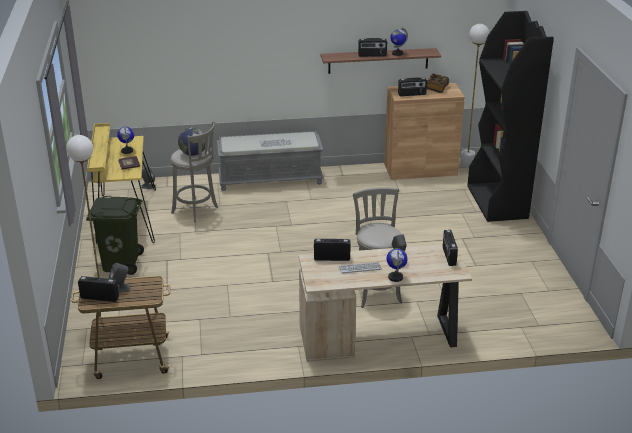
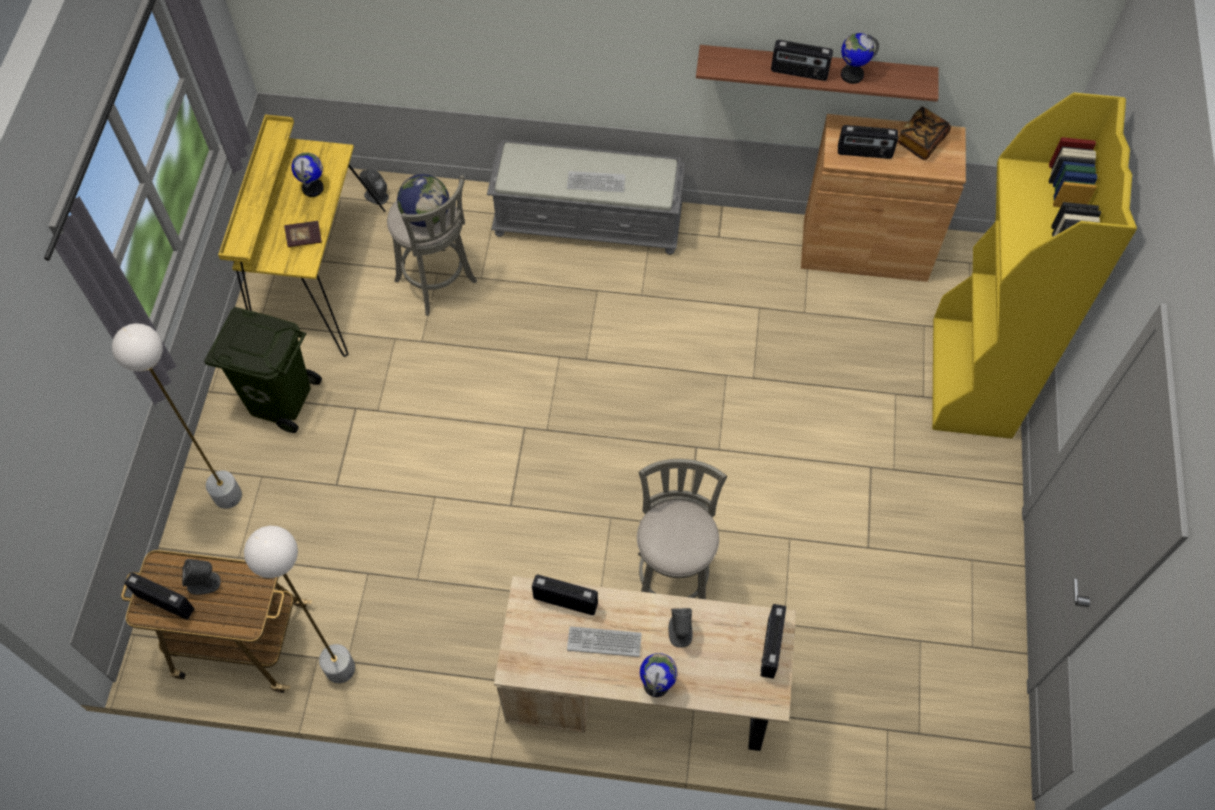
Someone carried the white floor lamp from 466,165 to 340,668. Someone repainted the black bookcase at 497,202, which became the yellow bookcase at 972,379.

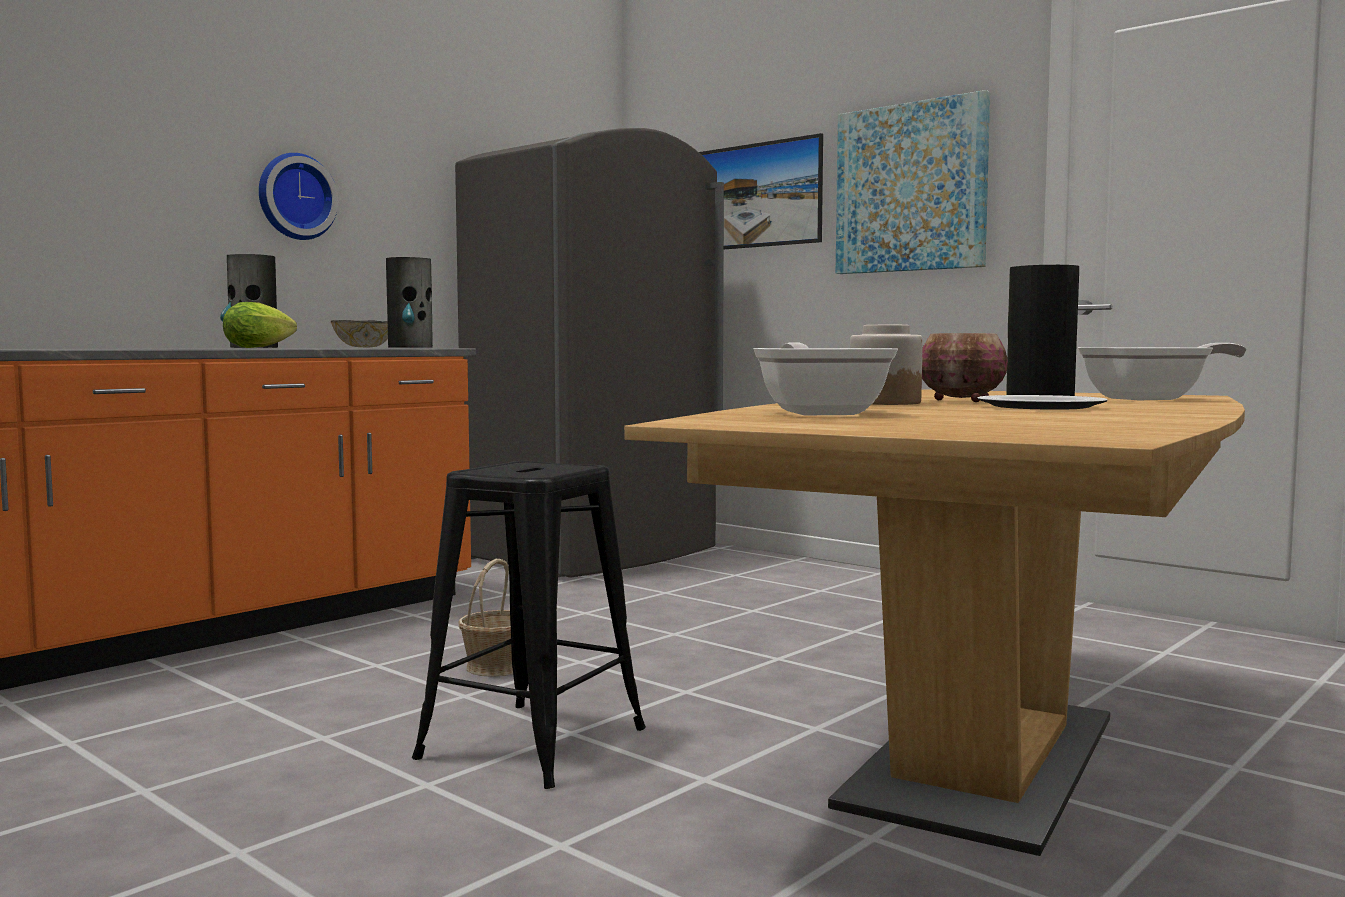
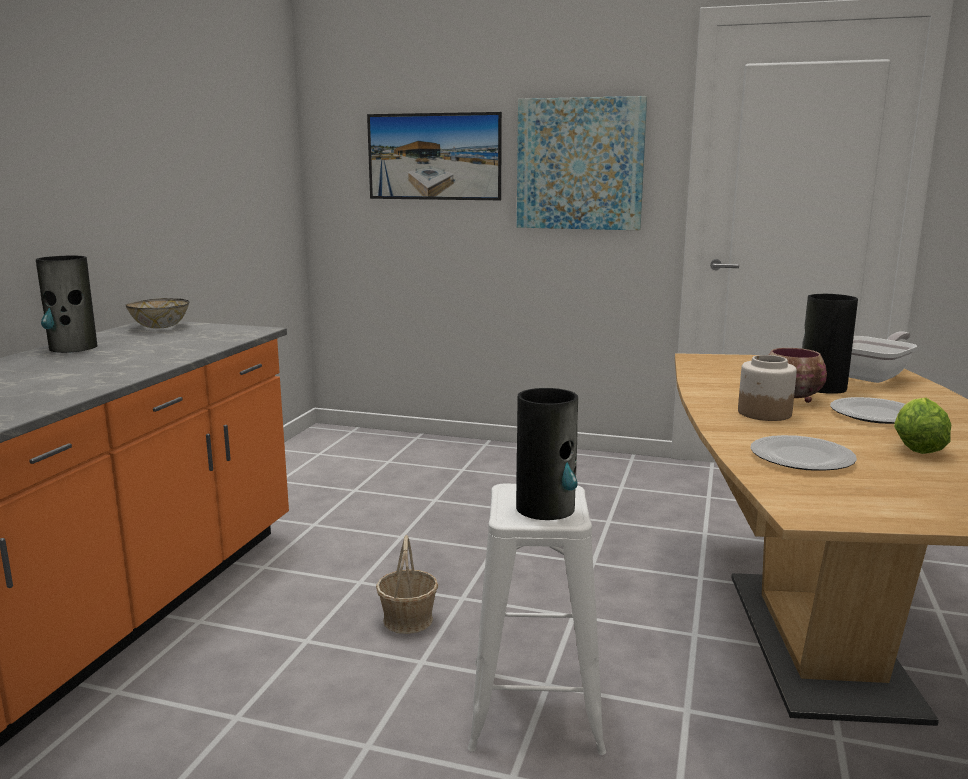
Someone repainted the black stool at 532,744, which became the white stool at 535,706. Someone carried the vase from 411,347 to 546,508. Someone swapped the frying pan at 819,412 for the plate at 801,457. Someone carried the lettuce from 262,348 to 916,446. Someone took away the wall clock at 295,197. Someone took away the grey fridge at 595,555.

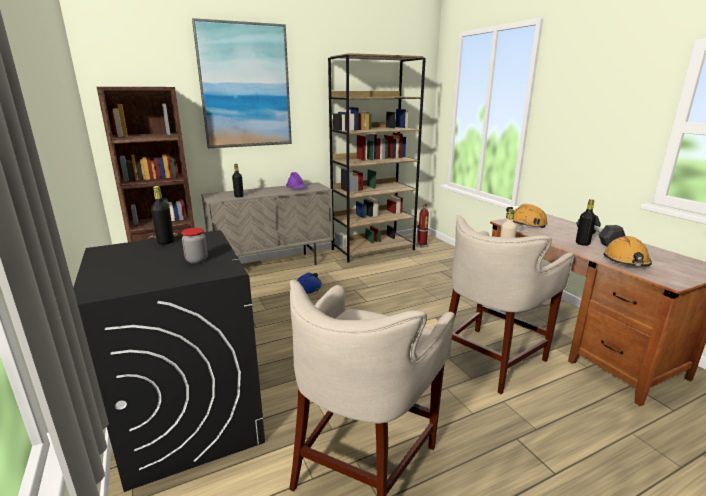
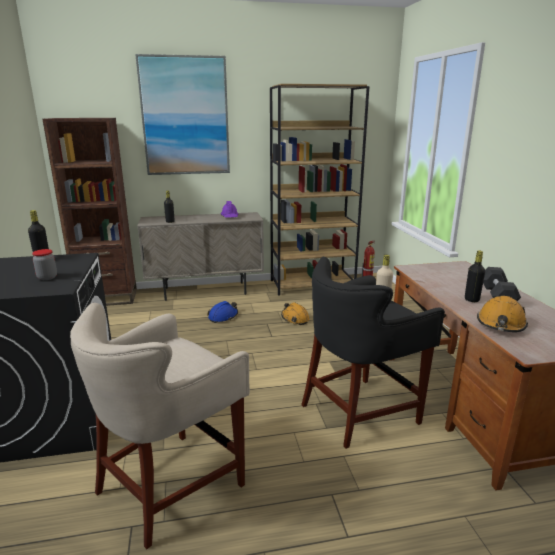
Someone carried the orange hard hat from 525,223 to 295,318. Someone repainted the beige stool at 491,359, which became the black stool at 360,412.

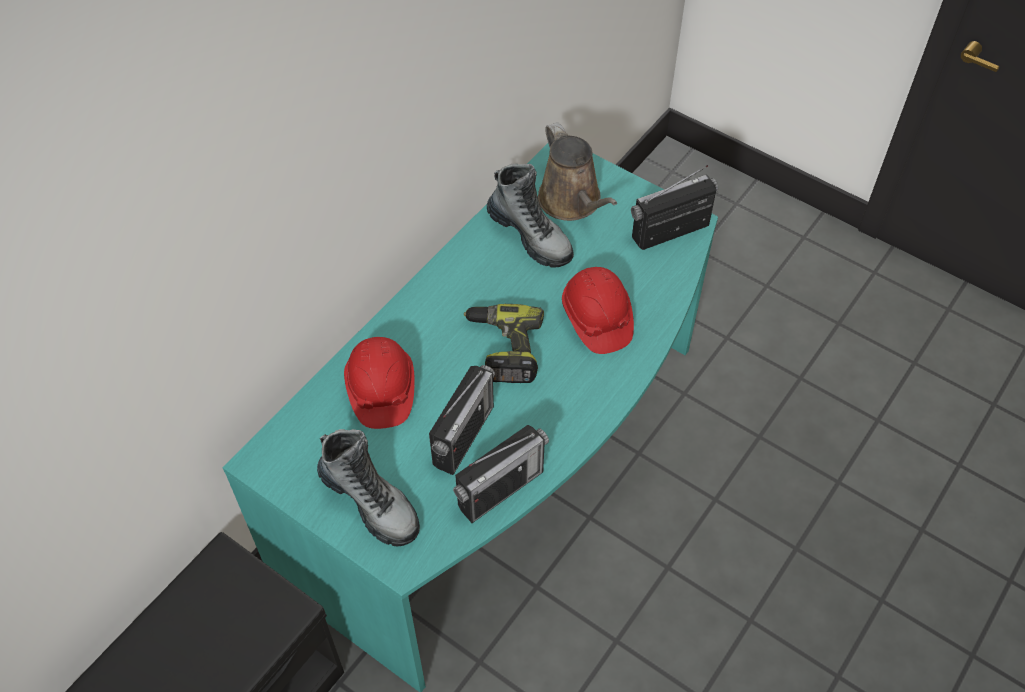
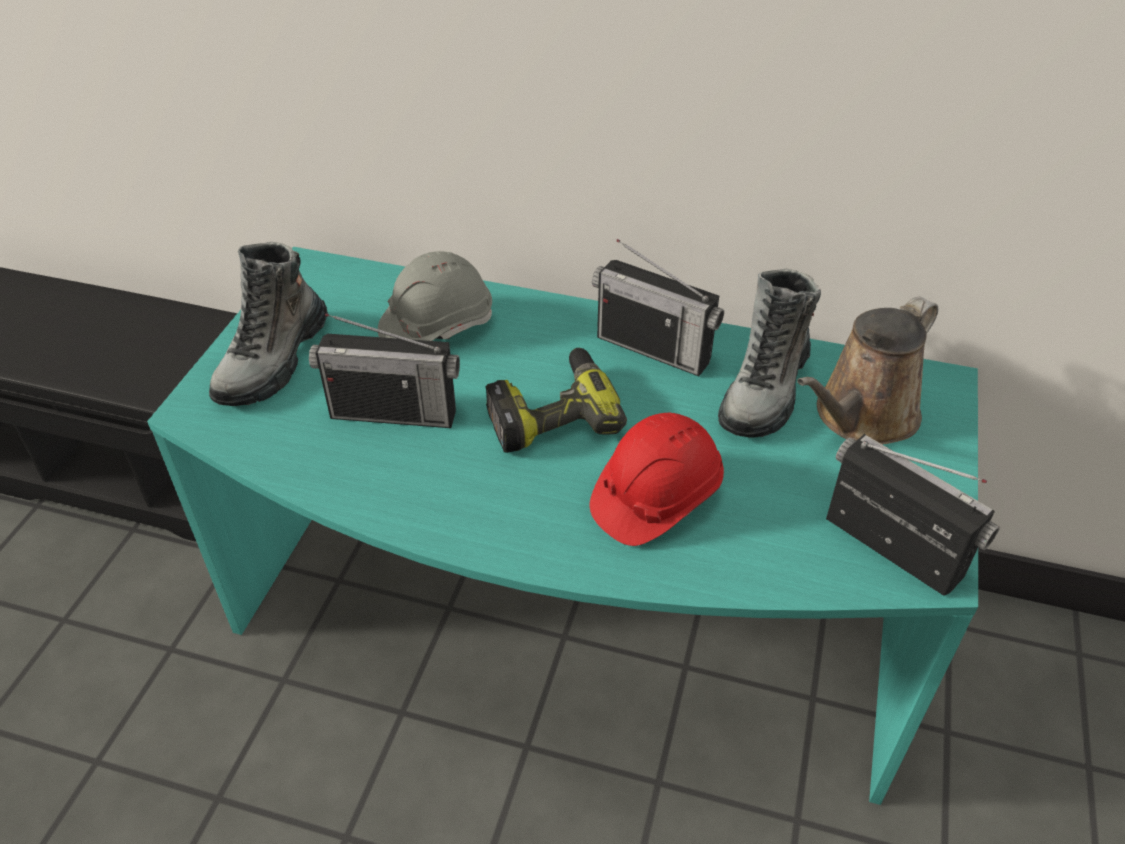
Someone repainted the red hard hat at 381,391, which became the grey hard hat at 436,326. Someone carried the radio from 500,489 to 653,348.

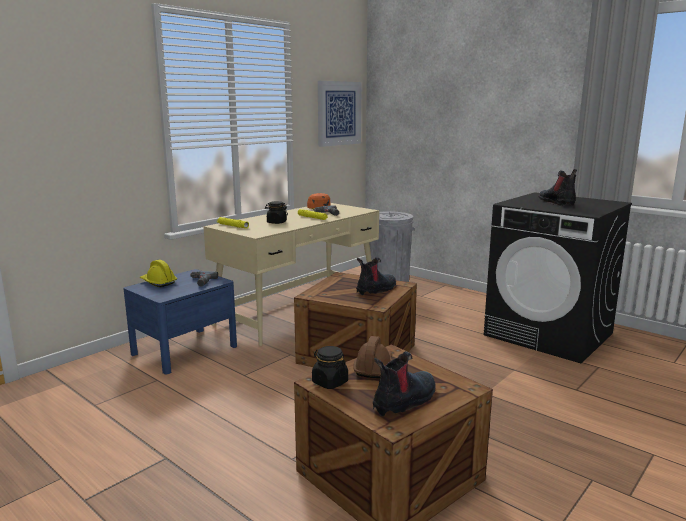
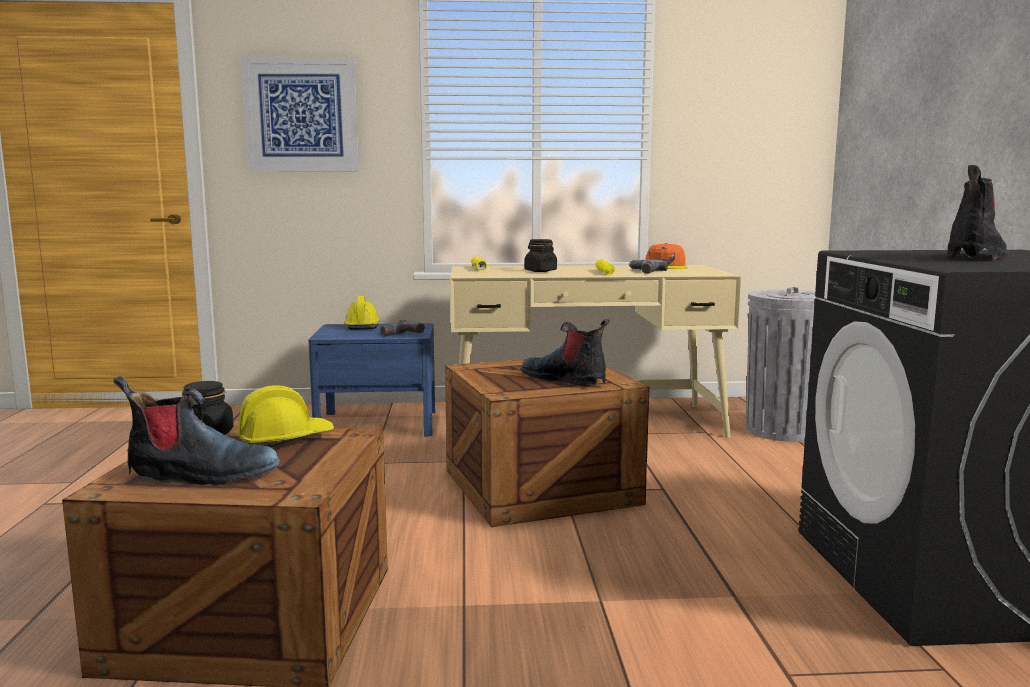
Someone repainted the brown hard hat at 374,367, which became the yellow hard hat at 285,440. Someone carried the picture from 339,113 to 301,115. Someone rotated the boot at 376,289 by 135 degrees counterclockwise.

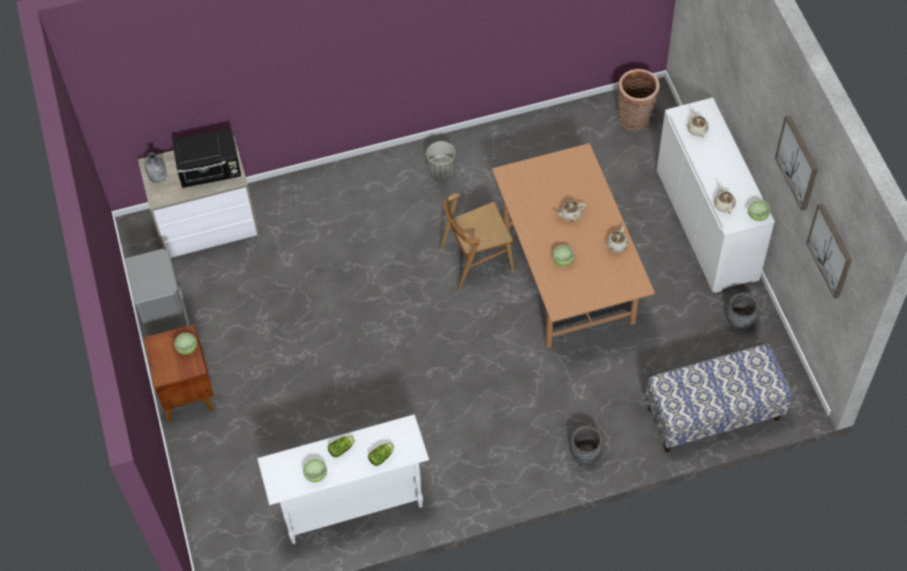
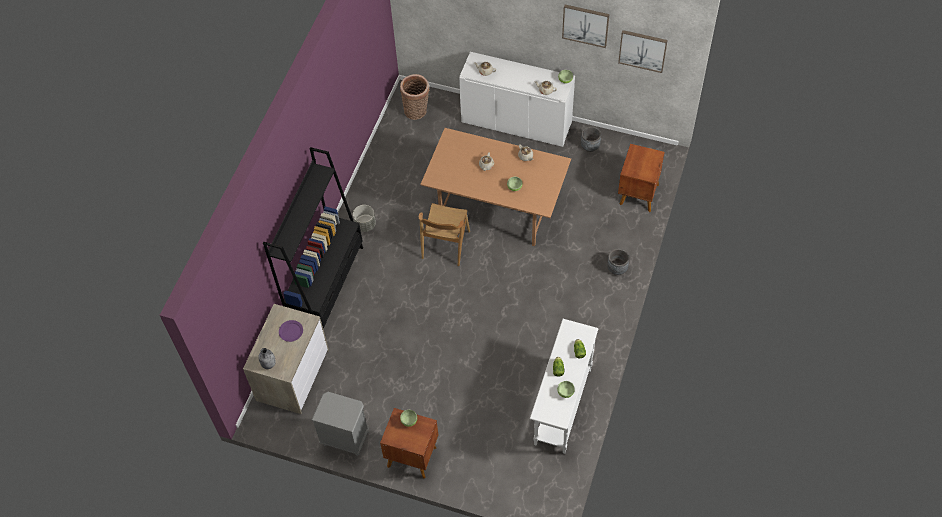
Someone put down the black bookcase at 327,287. Someone swapped the black microwave at 211,171 for the purple plate at 291,331. Someone swapped the bench at 713,414 for the brown nightstand at 638,194.

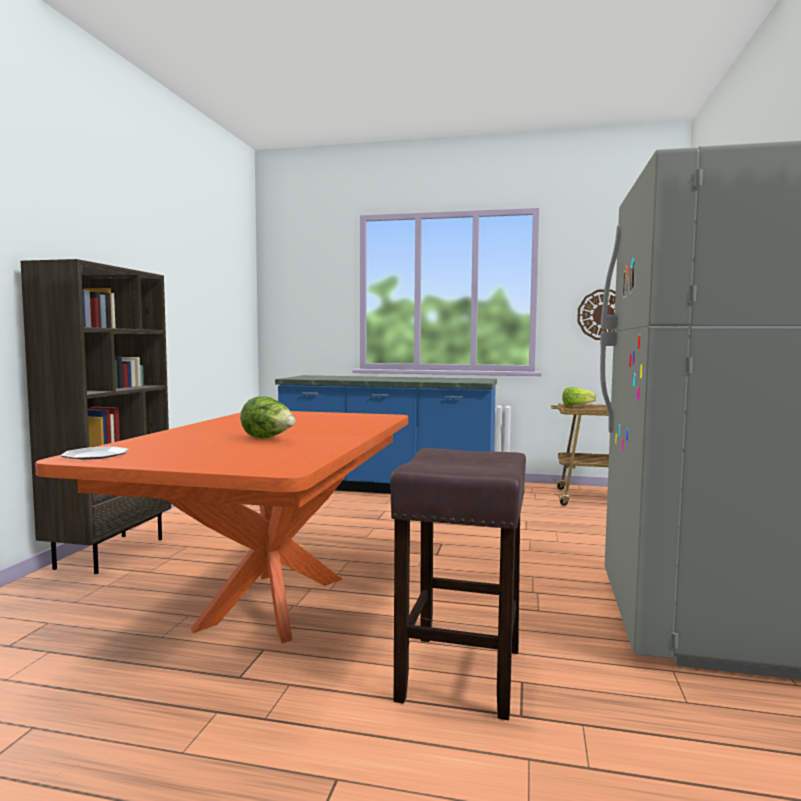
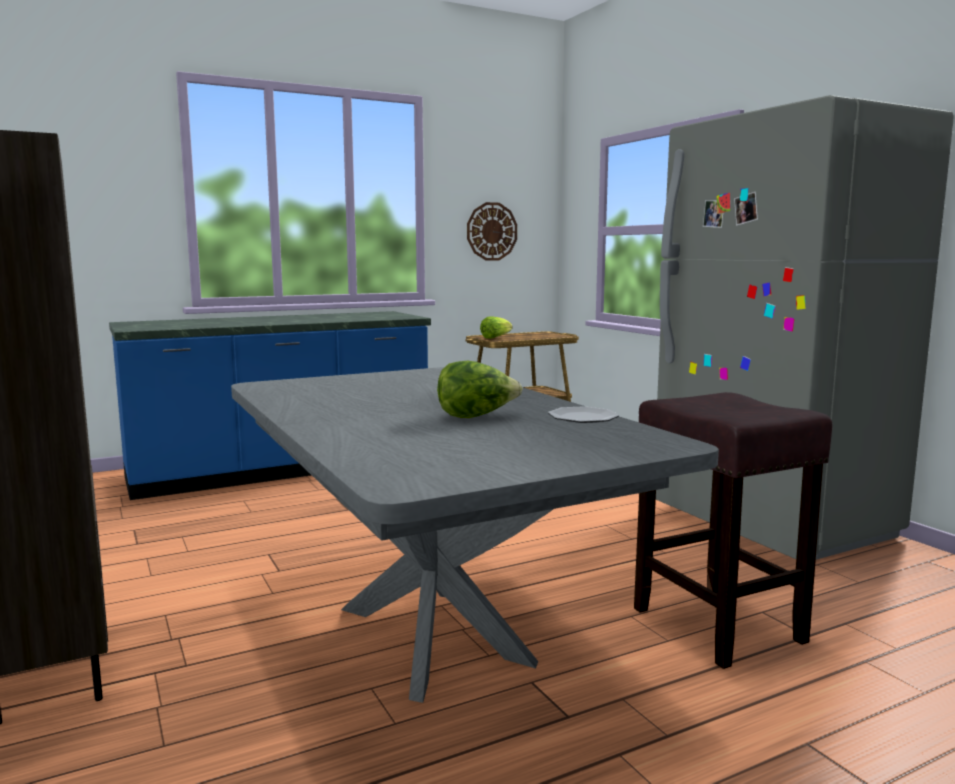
Someone repainted the orange dining table at 271,602, which became the grey dining table at 432,635. Someone carried the plate from 96,455 to 583,418.

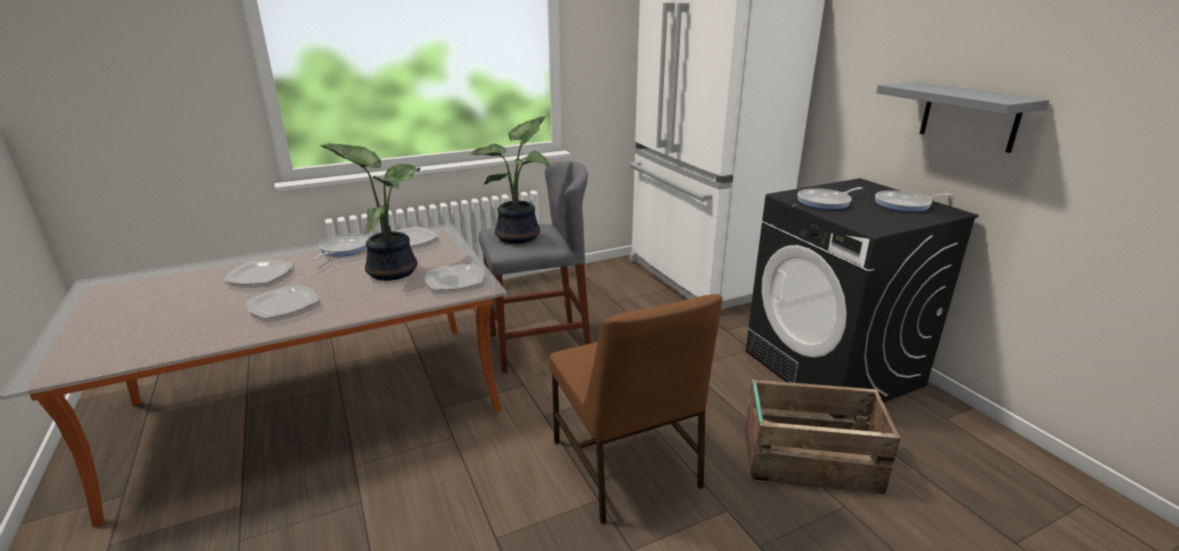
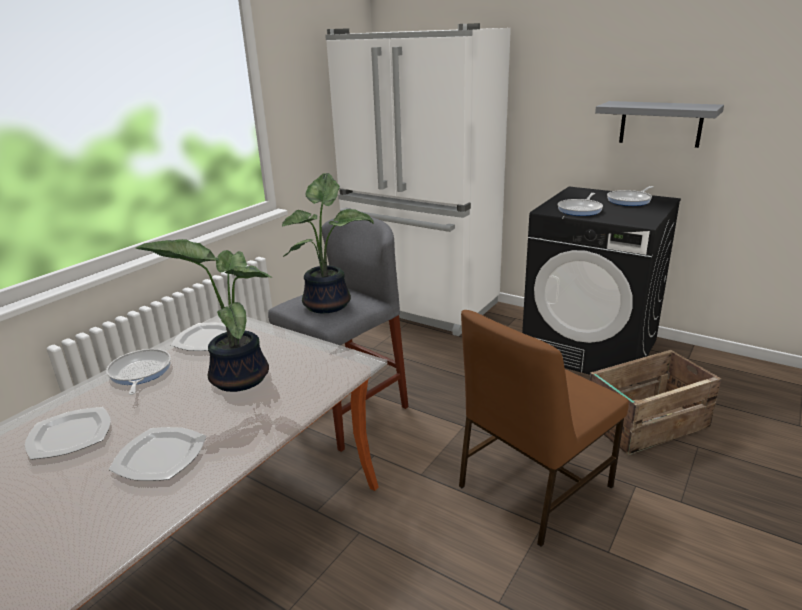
Someone rotated the brown chair at 625,466 by 105 degrees clockwise. Someone took away the plate at 455,280.

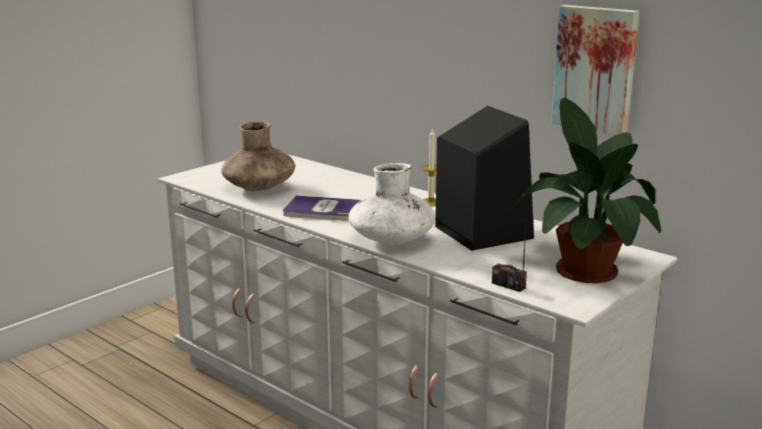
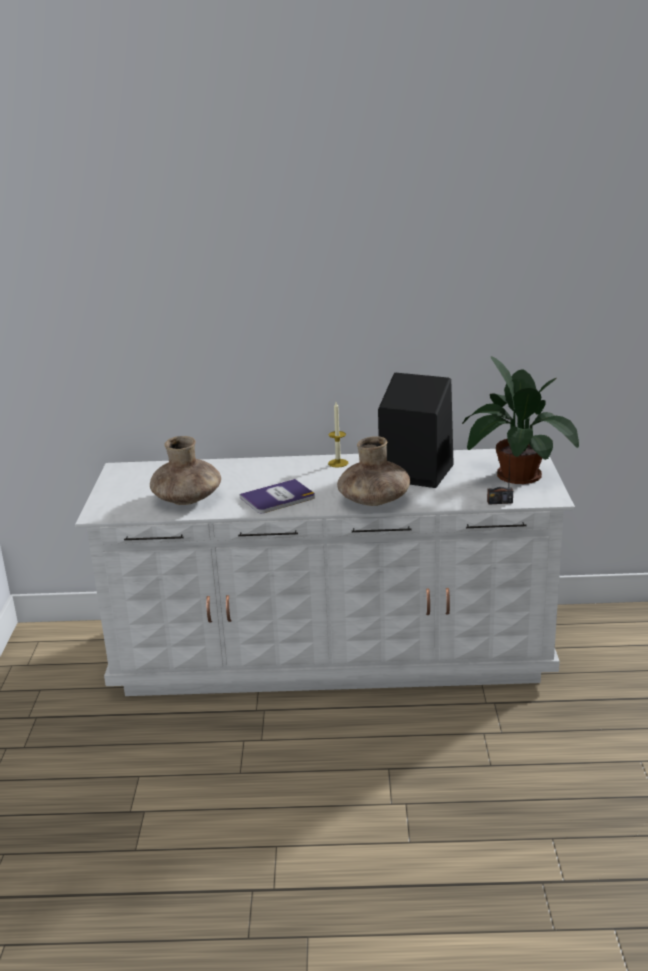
Someone repainted the white vase at 391,240, which became the brown vase at 373,501. Someone took away the picture at 596,69.

